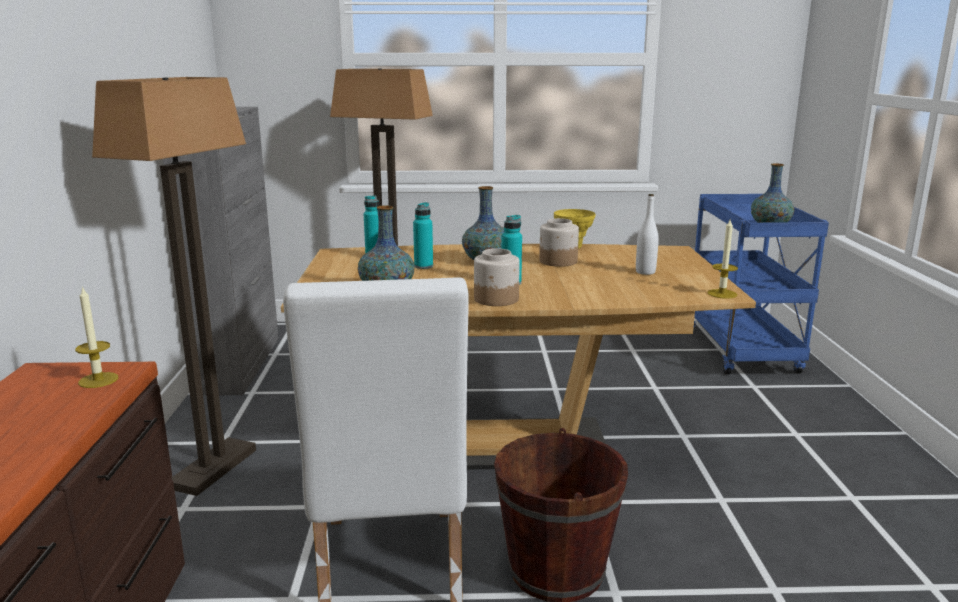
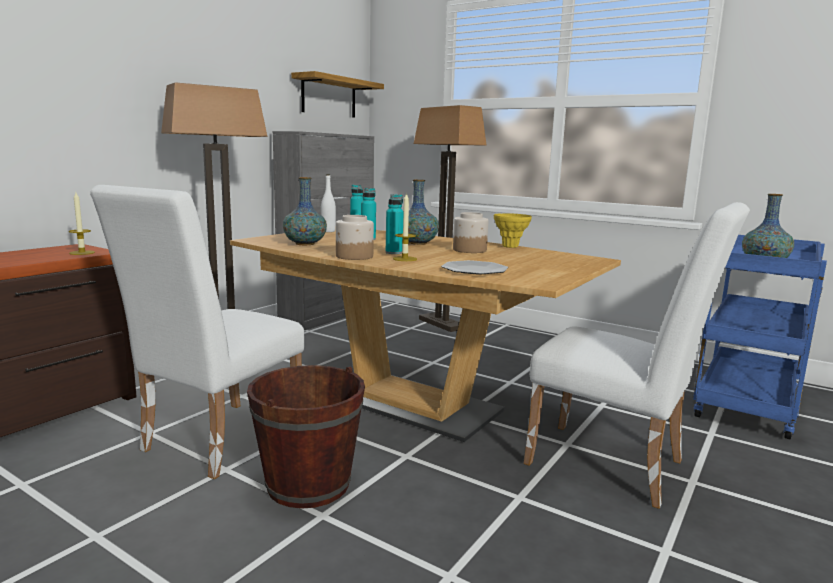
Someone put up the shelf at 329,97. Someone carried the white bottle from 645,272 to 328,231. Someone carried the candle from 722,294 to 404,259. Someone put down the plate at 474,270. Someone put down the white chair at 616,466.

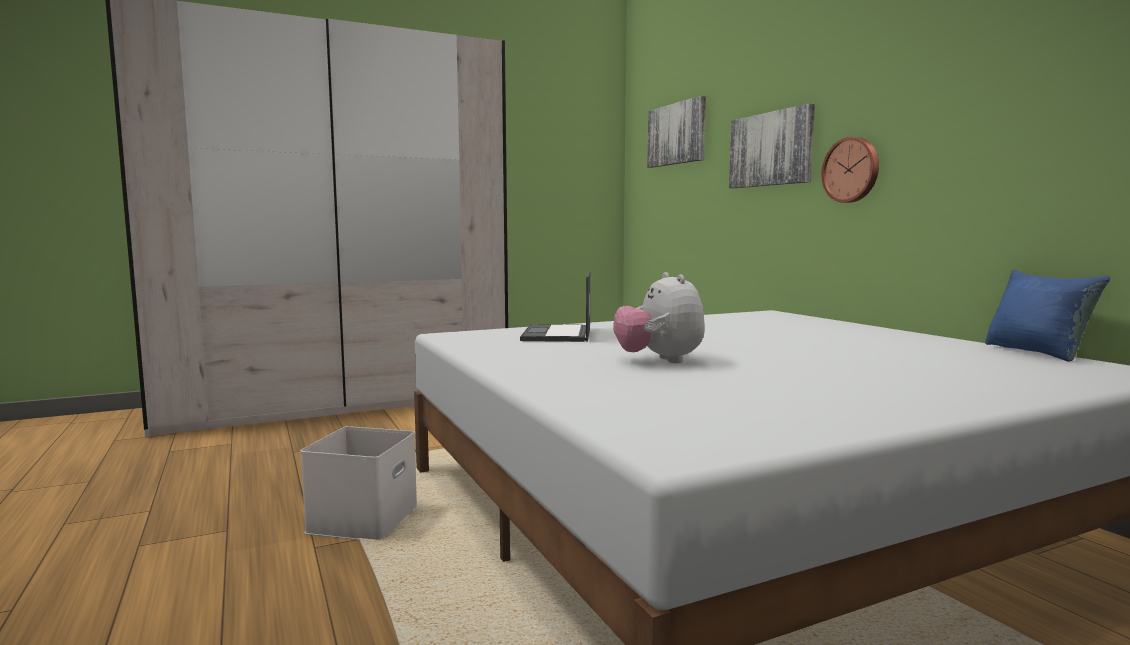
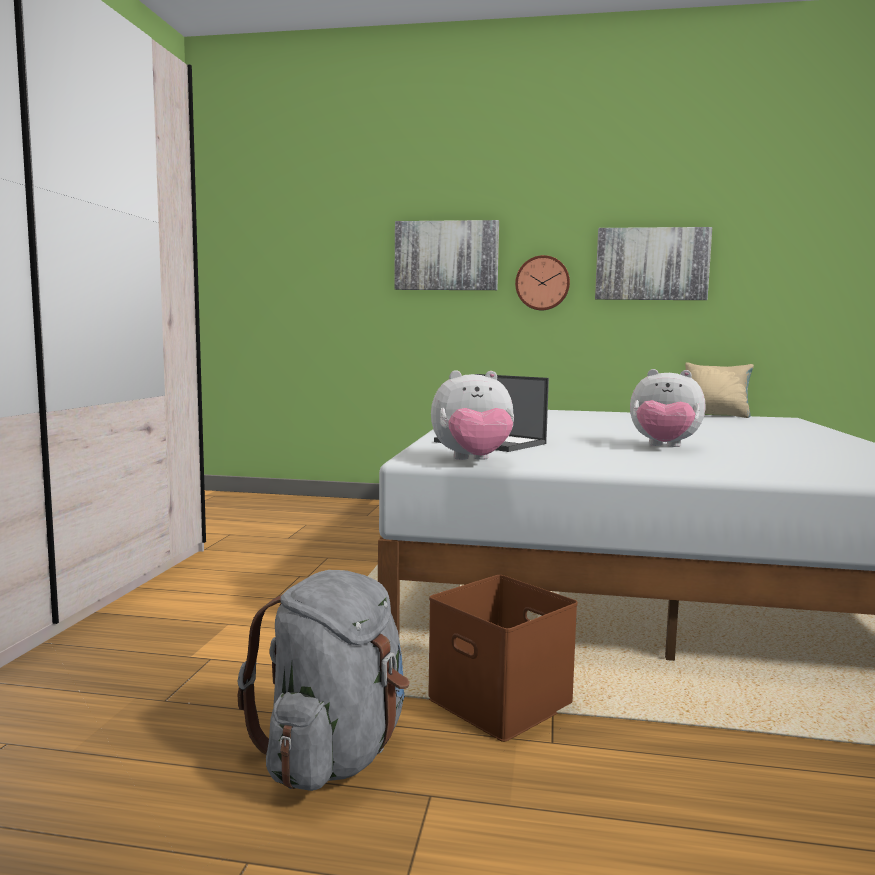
Someone put down the grey backpack at 334,753. Someone repainted the white storage box at 364,520, which became the brown storage box at 503,701. Someone put down the plush toy at 473,460. Someone carried the picture from 677,134 to 651,264. Someone repainted the blue pillow at 1037,352, which became the beige pillow at 716,415.

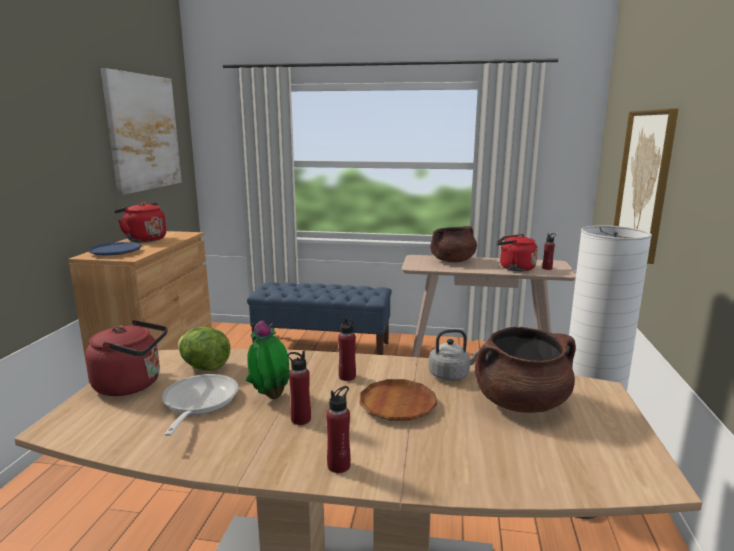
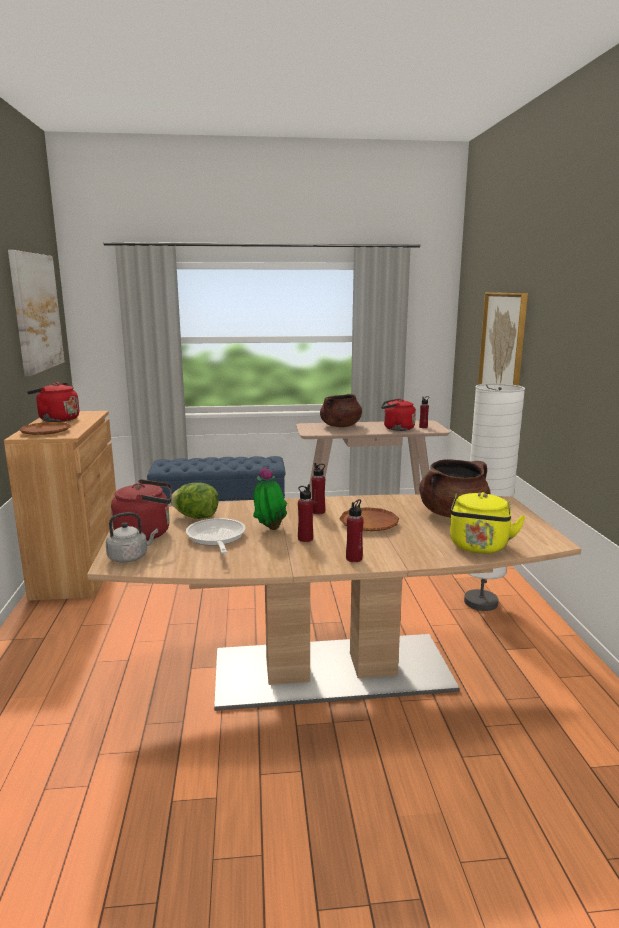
Someone repainted the blue plate at 115,252, which became the brown plate at 45,432. Someone carried the grey kettle from 451,375 to 130,557. Someone put down the yellow kettle at 479,547.

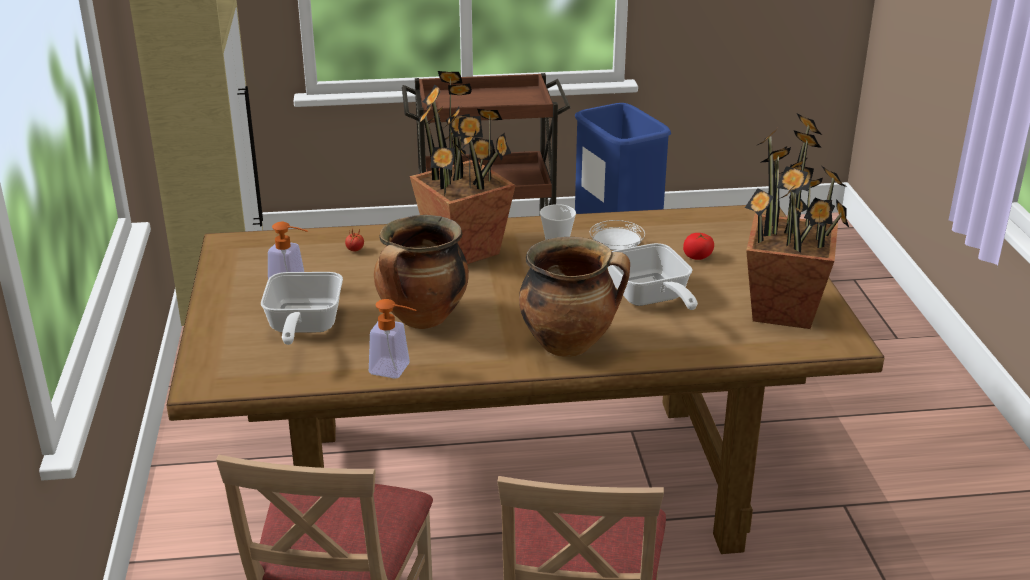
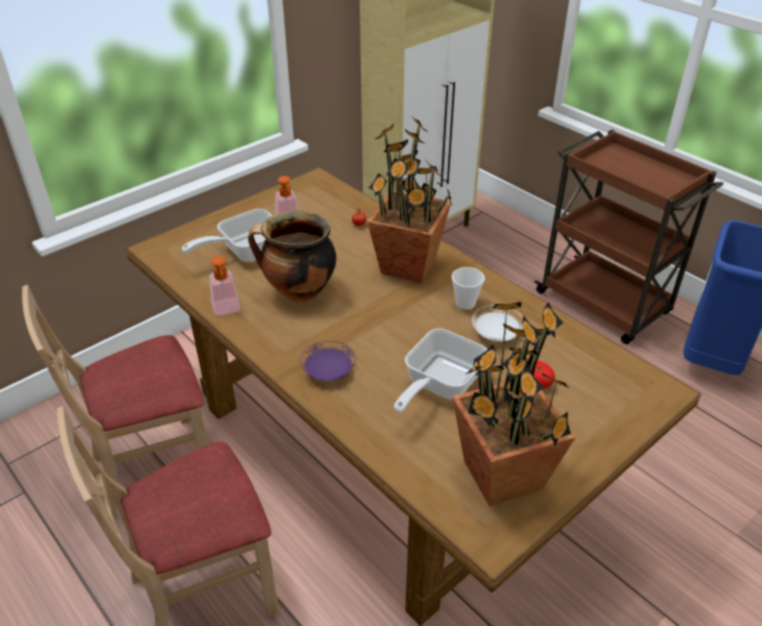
Someone swapped the cooking pot at 570,344 for the purple plate at 329,372.

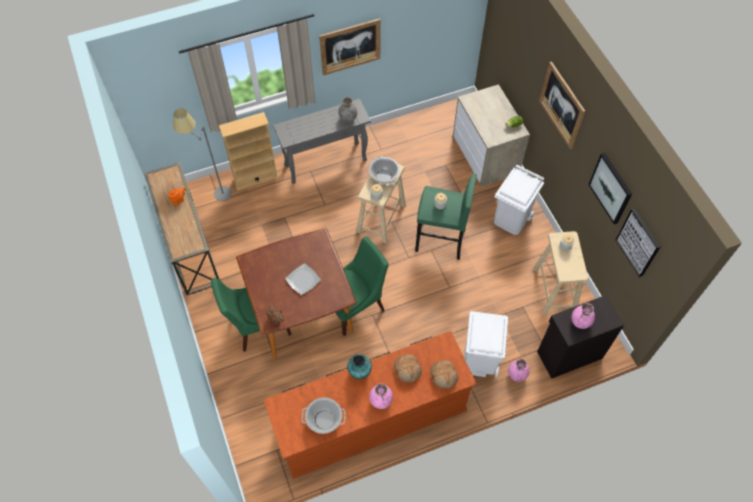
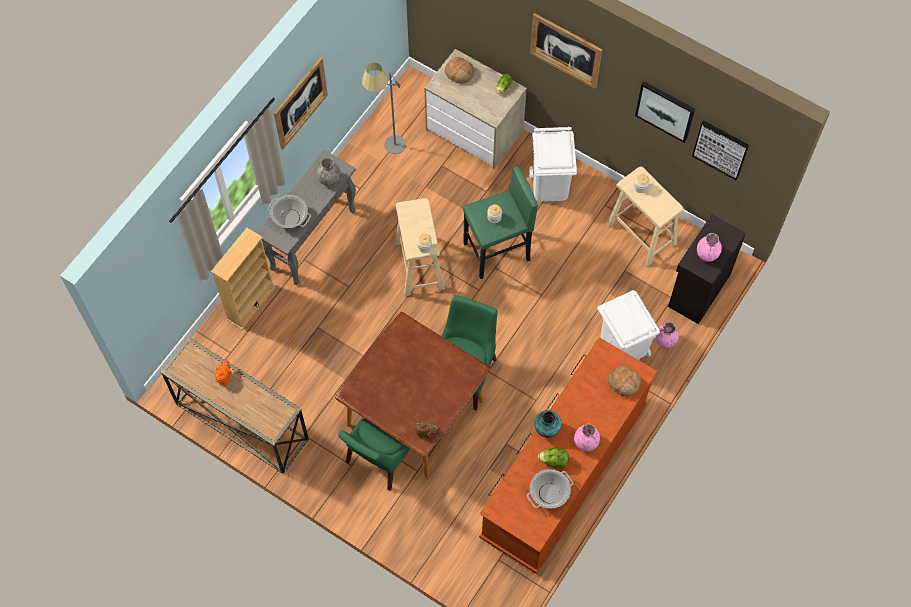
Someone carried the cooking pot from 384,176 to 290,218. Someone carried the grey floor lamp from 214,195 to 388,151. Someone carried the bread from 407,370 to 459,73. Someone put down the lettuce at 553,461. Someone took away the plate at 303,280.

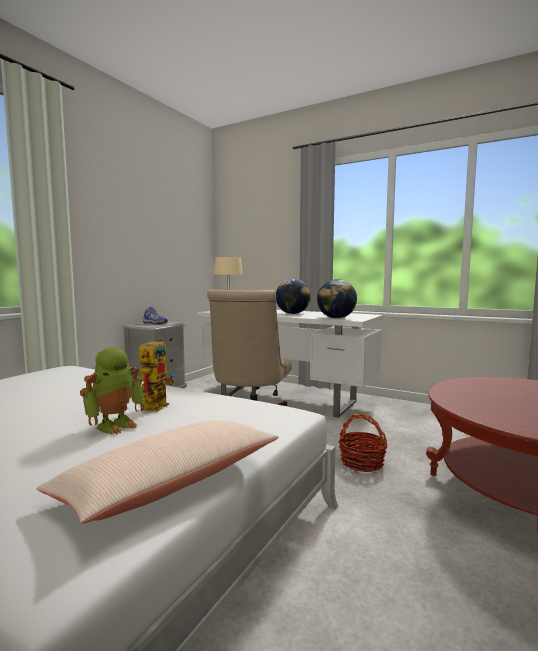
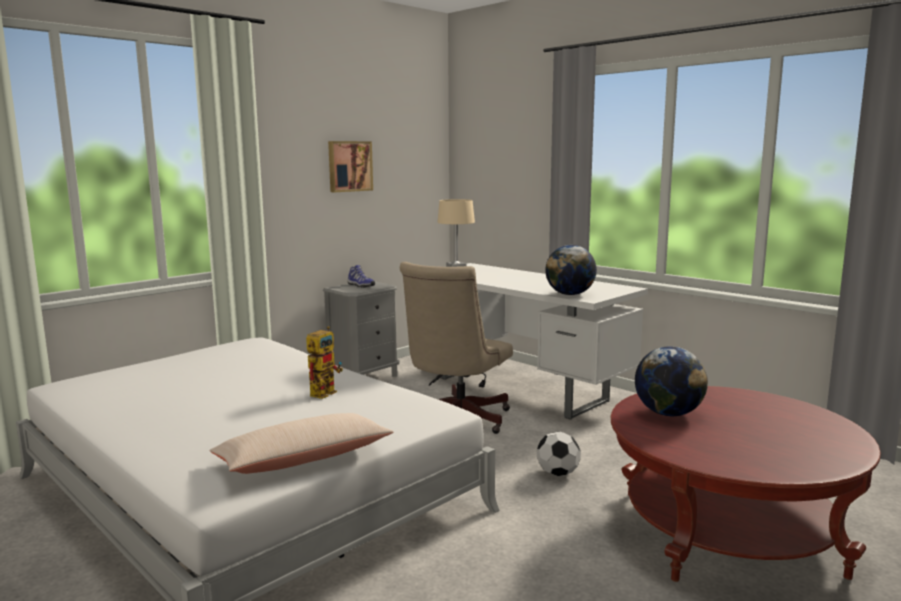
Someone put up the picture at 349,166. Someone swapped the basket at 362,462 for the football at 558,473. Someone carried the globe from 292,313 to 668,413. Someone took away the toy robot at 115,425.

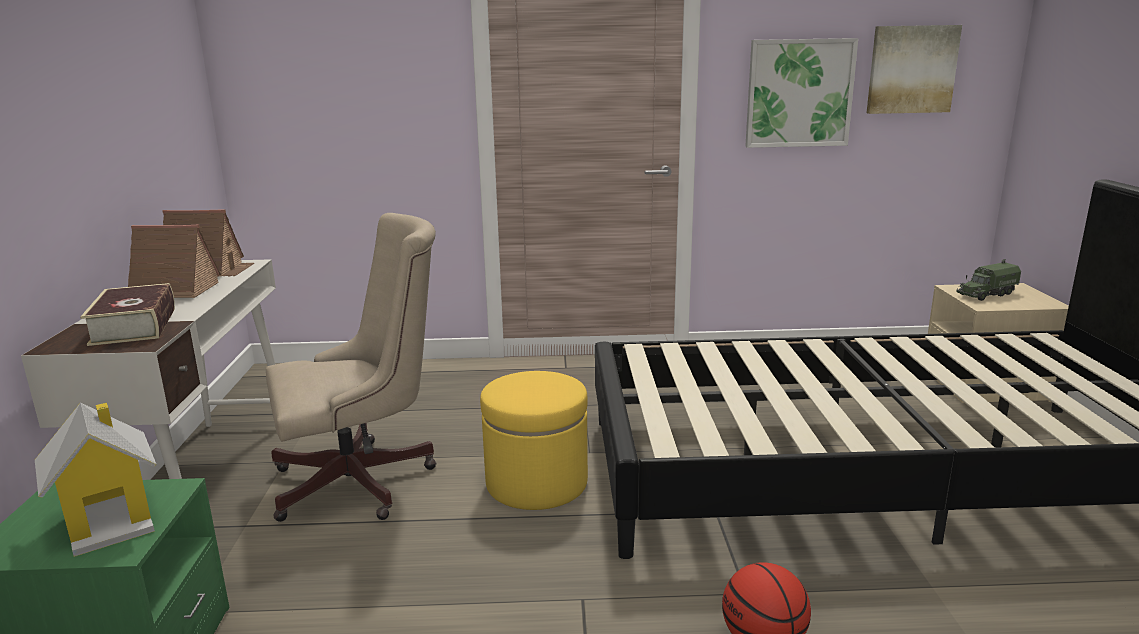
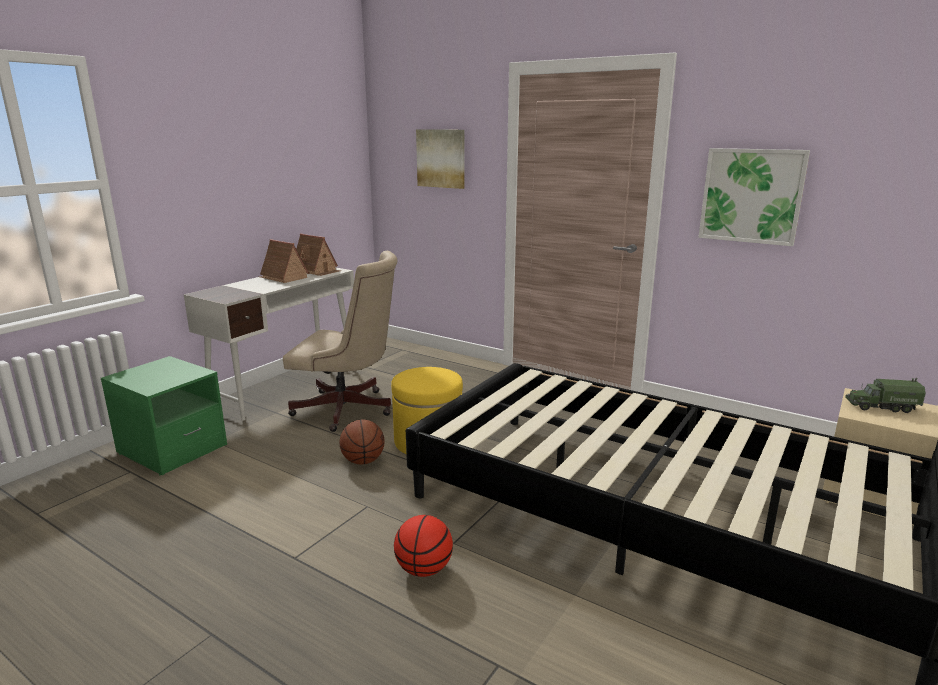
Someone put down the basketball at 363,461. Someone carried the picture from 911,69 to 441,158. Someone took away the toy house at 111,520. Someone took away the book at 134,326.

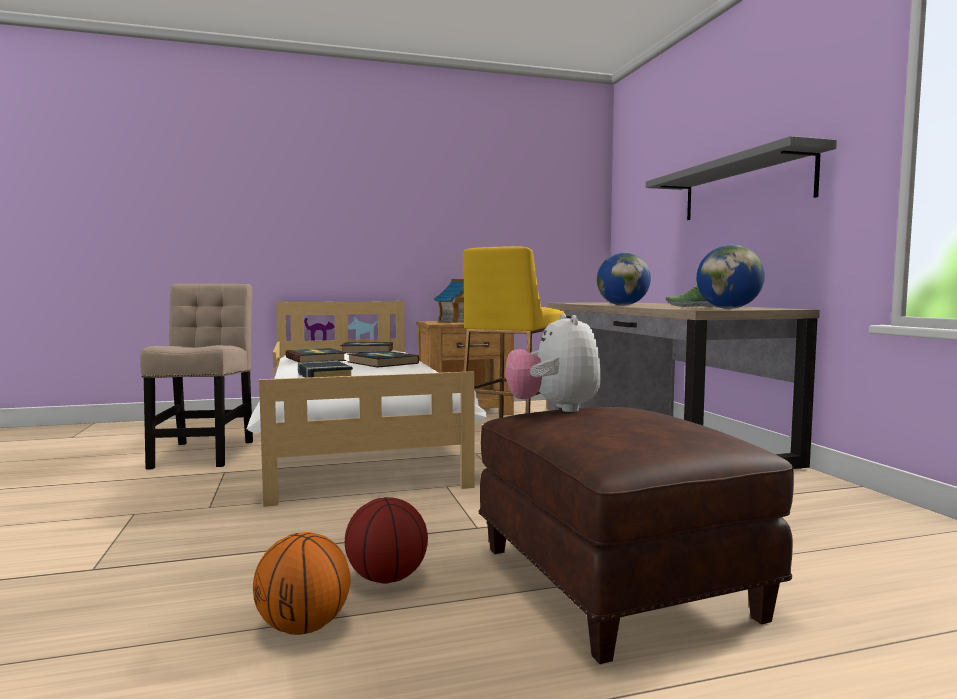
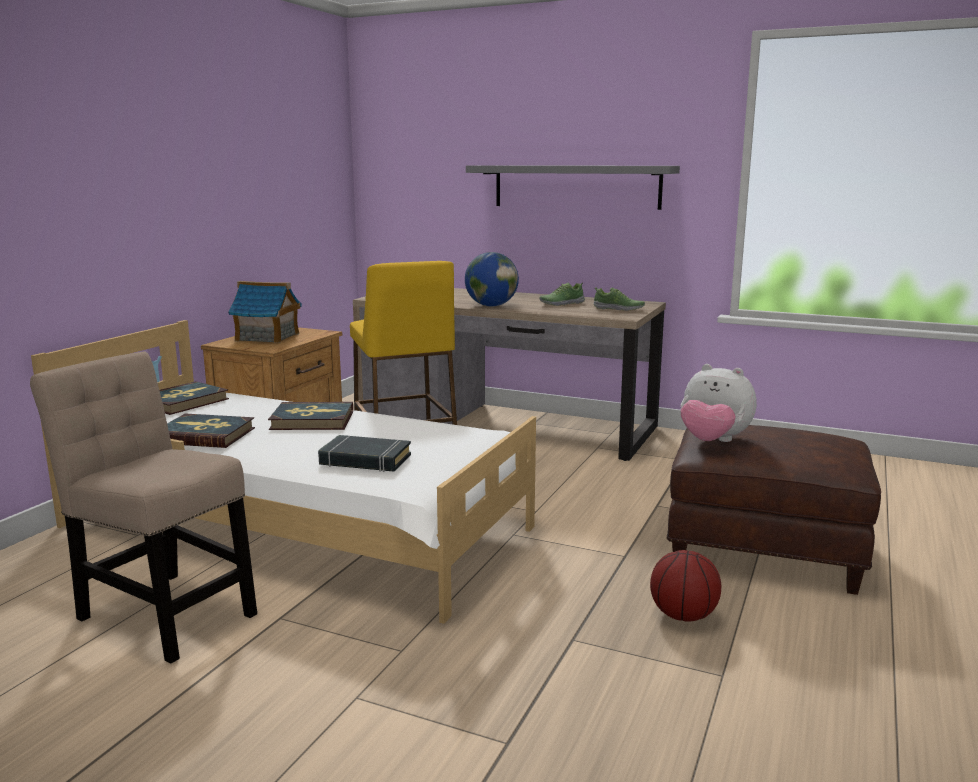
Someone swapped the globe at 728,308 for the shoe at 618,309. Someone took away the basketball at 303,627.

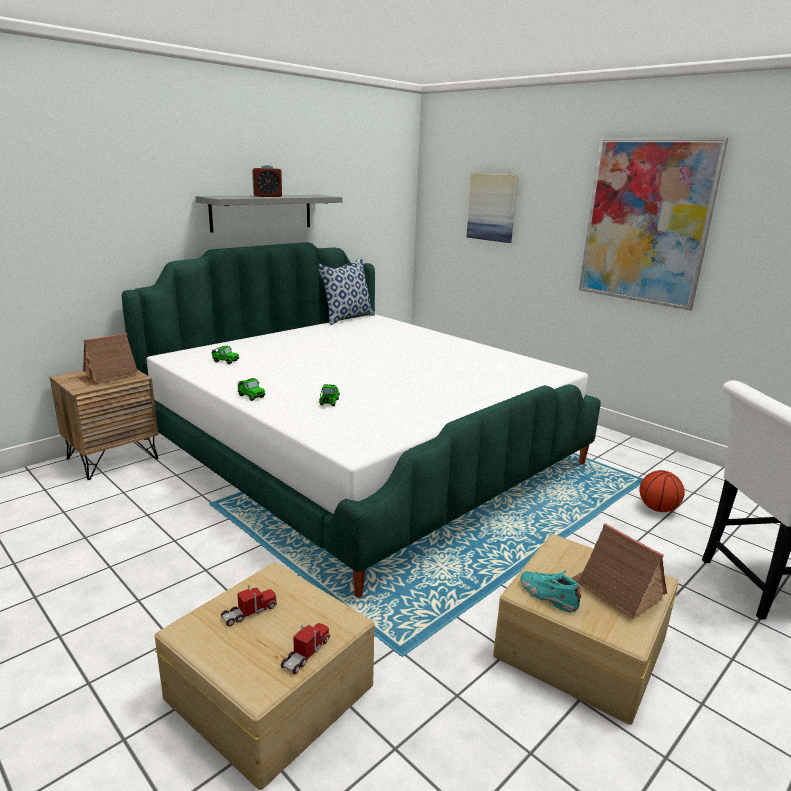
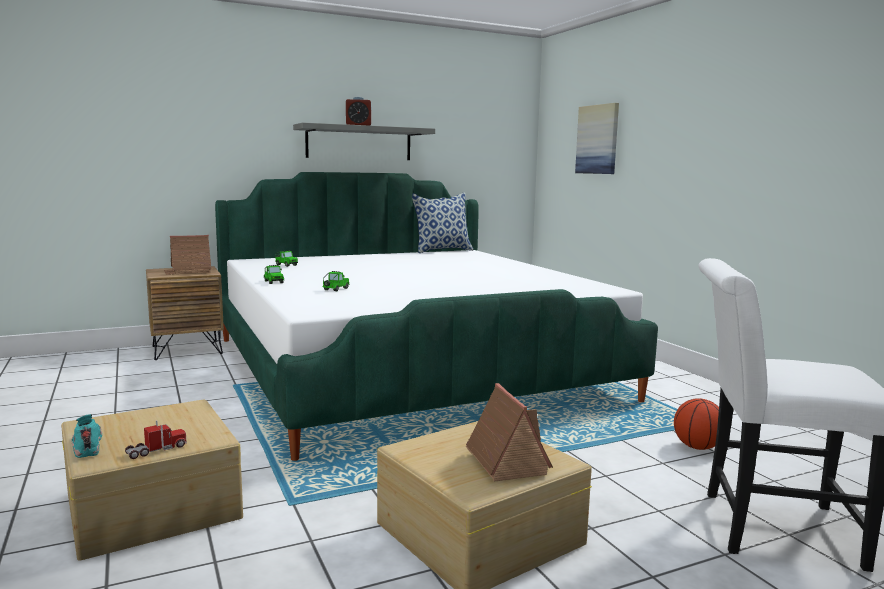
Someone carried the turquoise shoe from 547,596 to 87,445. Someone took away the toy truck at 249,612. Someone took away the picture at 646,222.

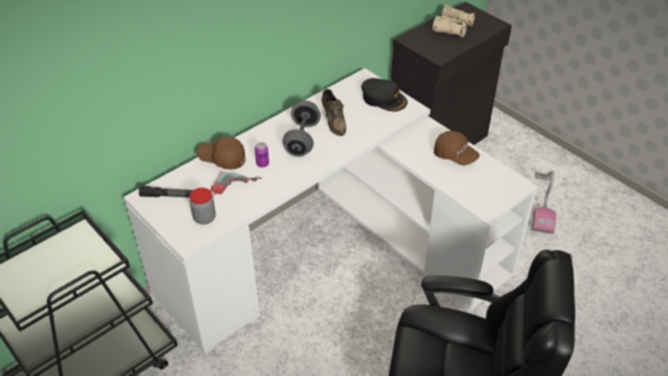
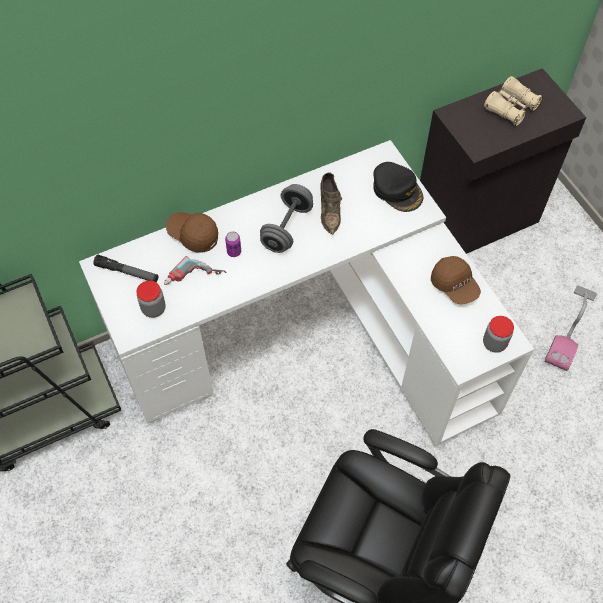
Someone put down the jar at 494,343.

